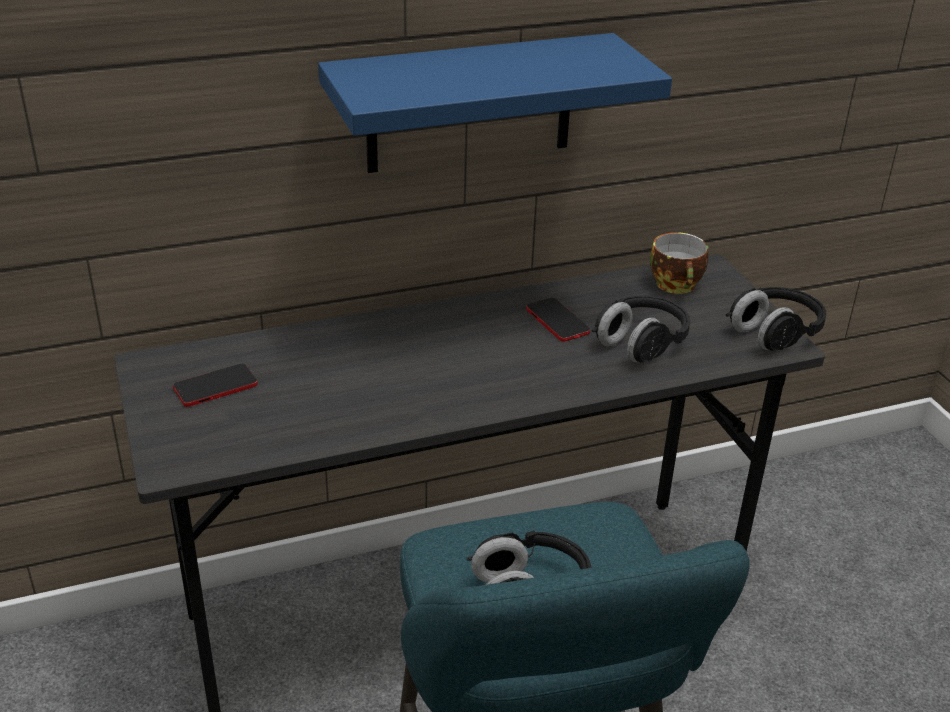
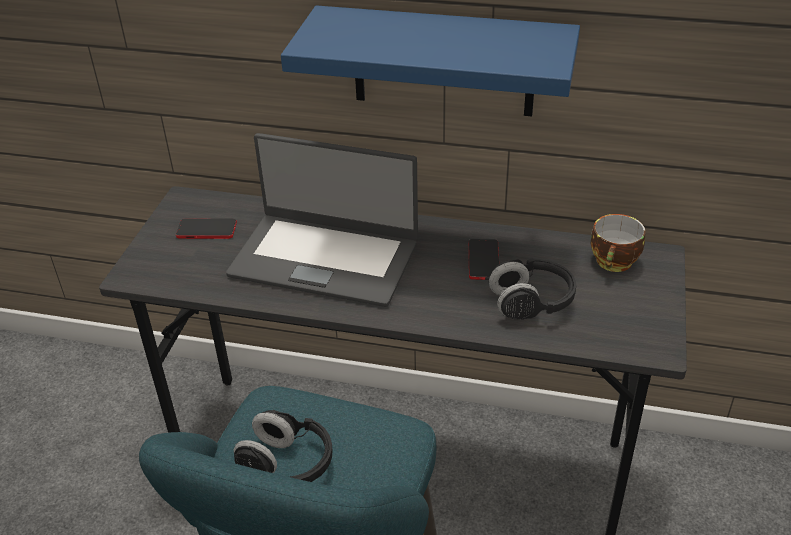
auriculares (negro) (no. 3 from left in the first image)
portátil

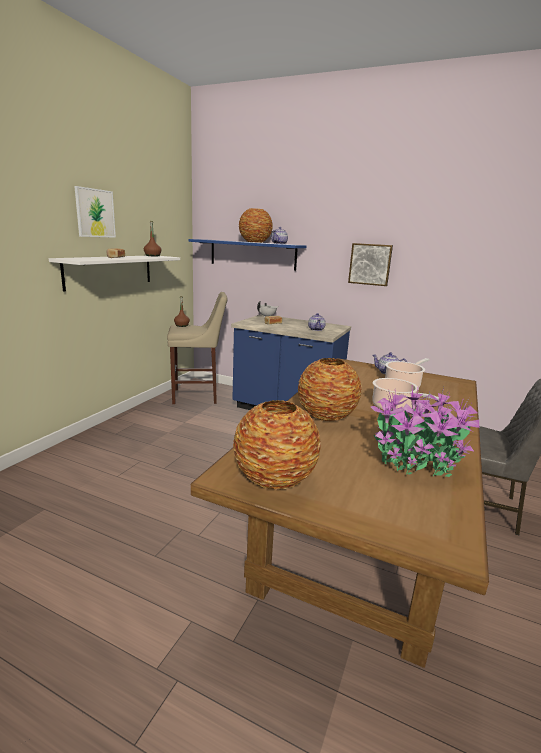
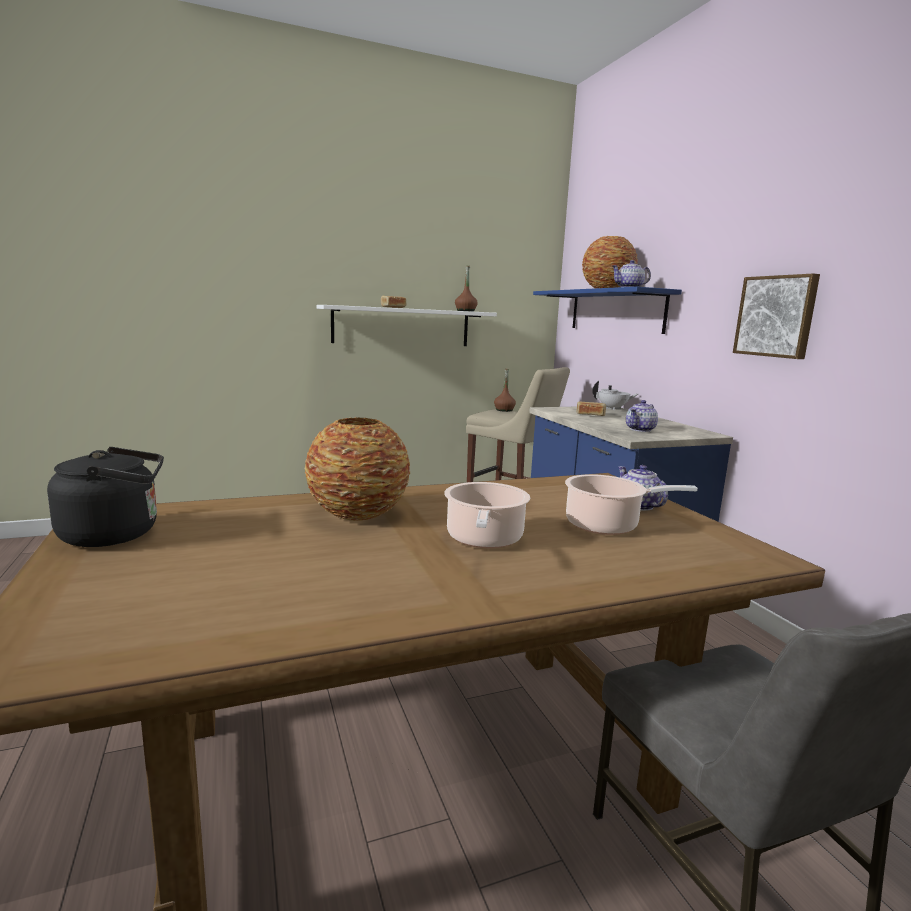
cuadro (no. 1 from left in the first image)
hervidor (negro)
planta en maceta

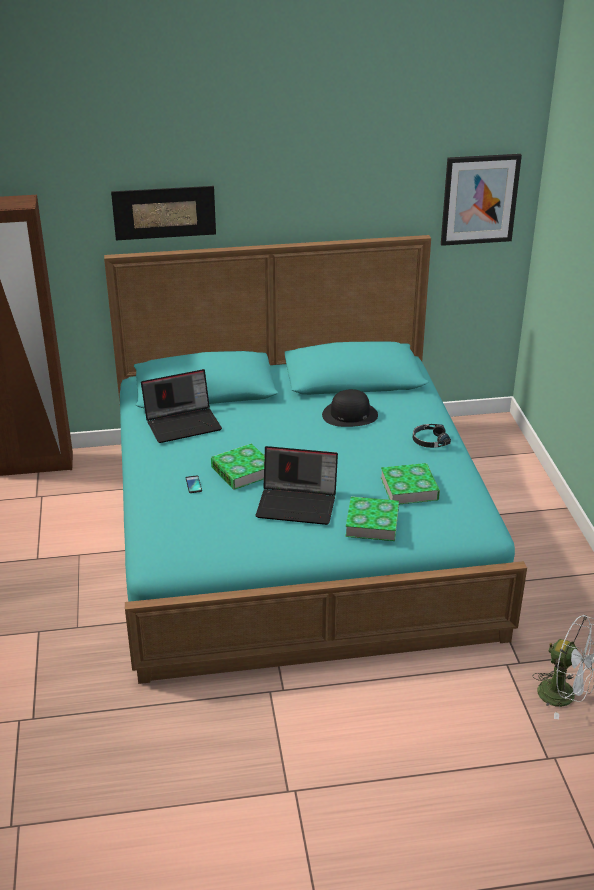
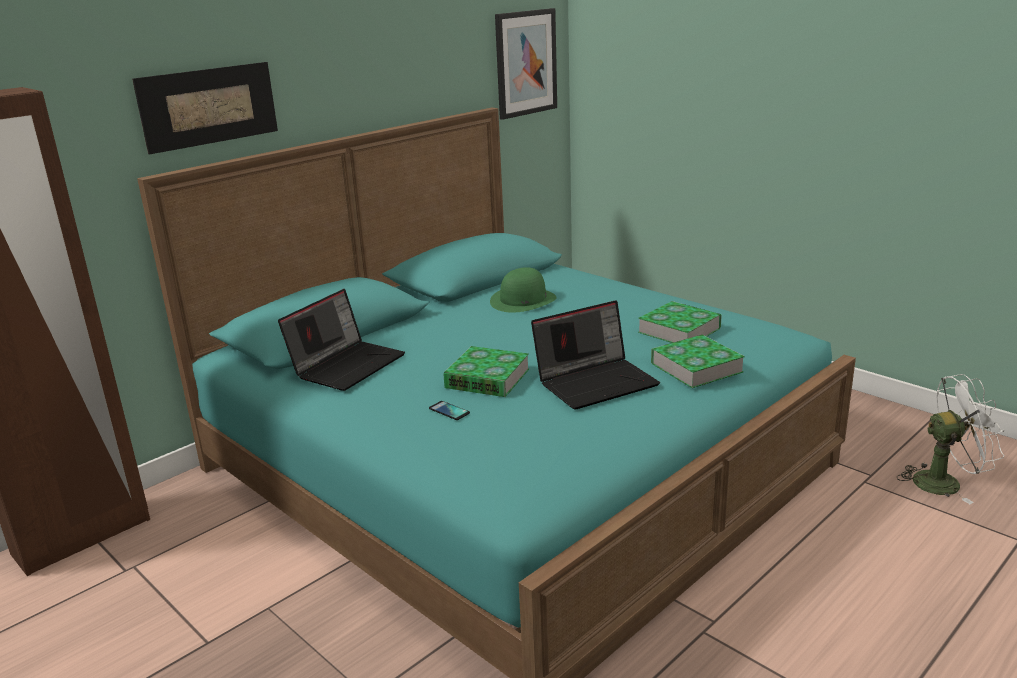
sombrero (verde)
auriculares (negro)

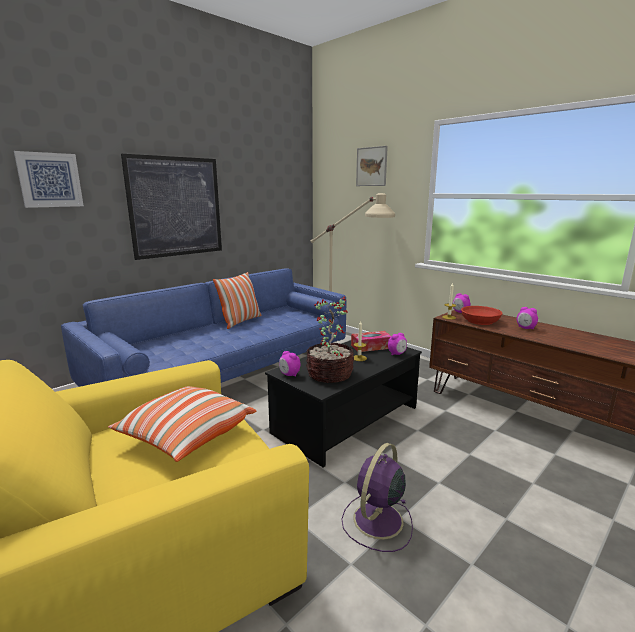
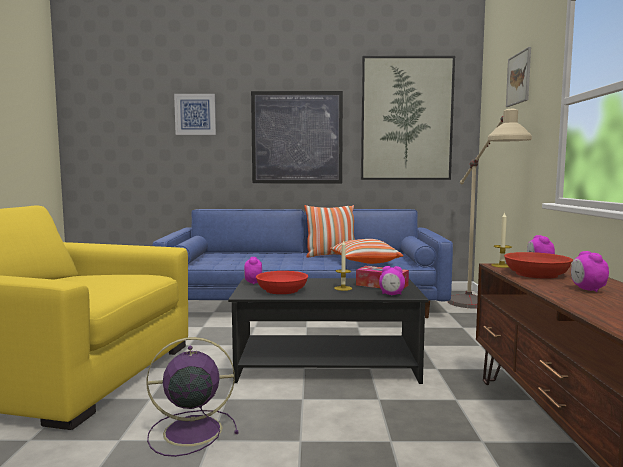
cojín (no. 2 from left)
cuenco (rojo) (no. 1 from left)
cuadro (no. 3 from left)

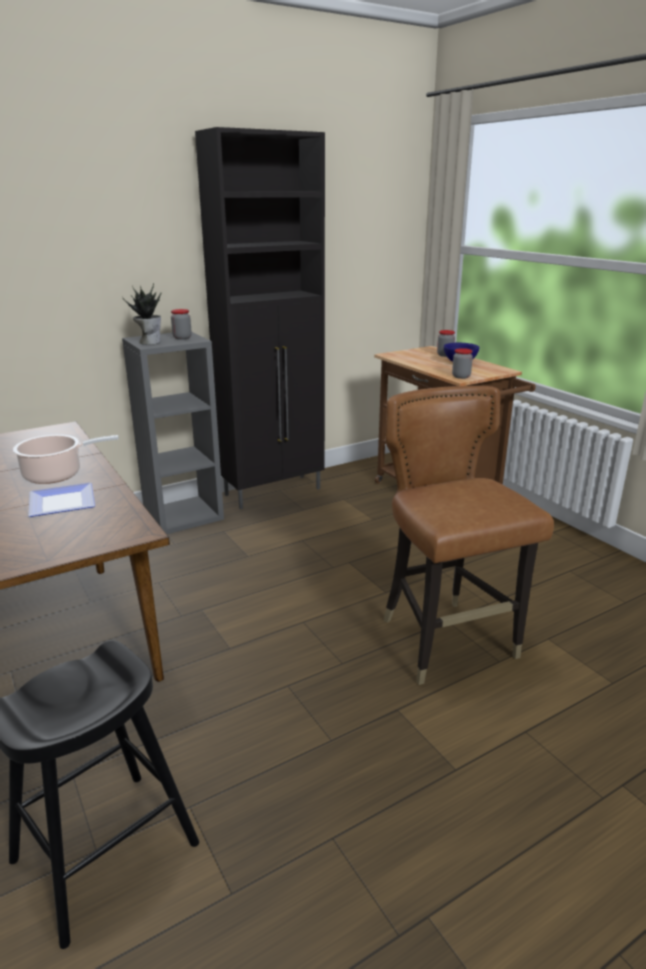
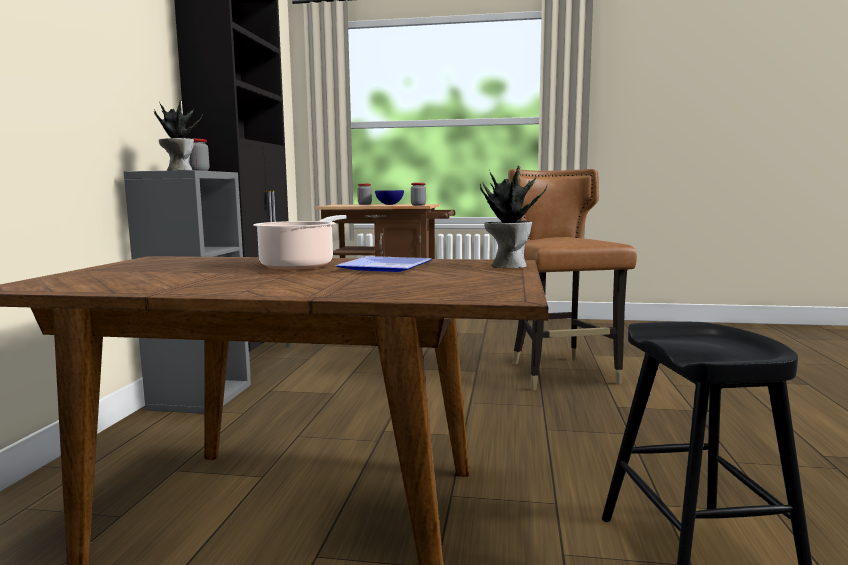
silla (marrón)
planta en maceta (no. 2 from left)

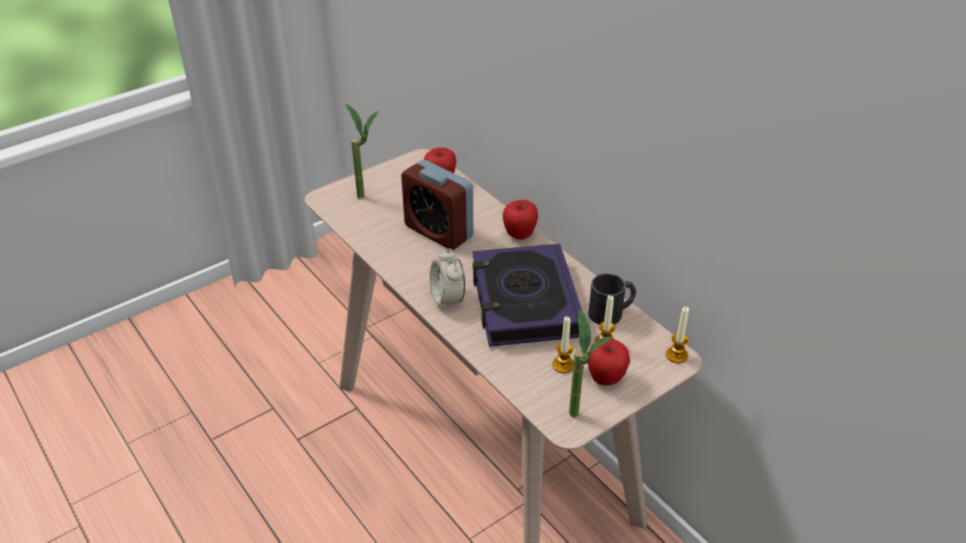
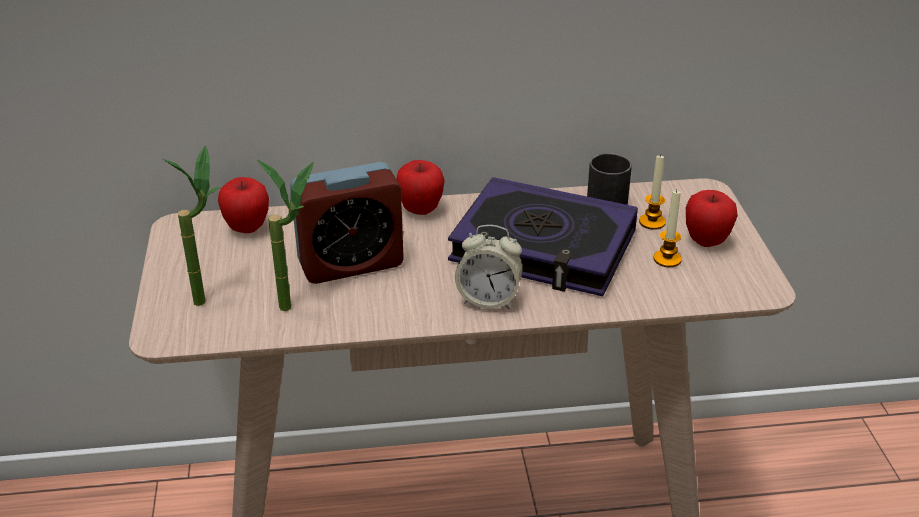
planta en maceta (no. 2 from left)
vela (no. 3 from left in the first image)

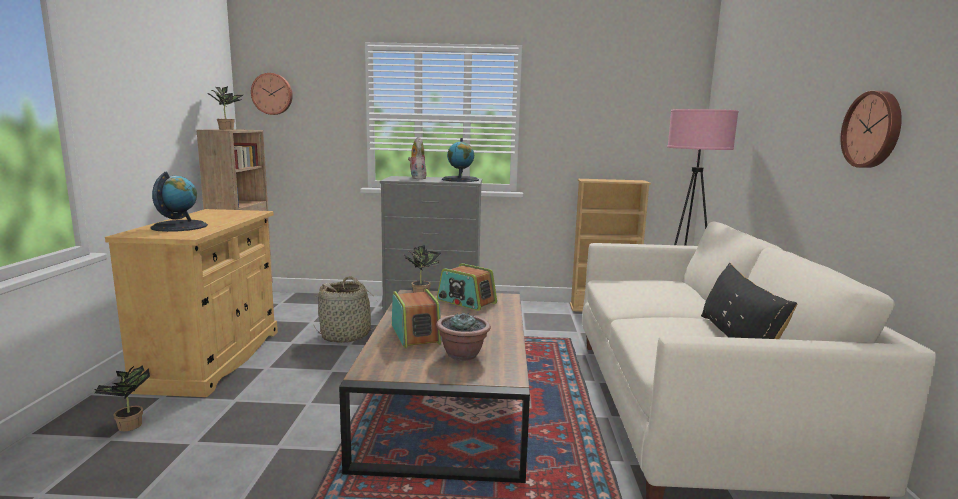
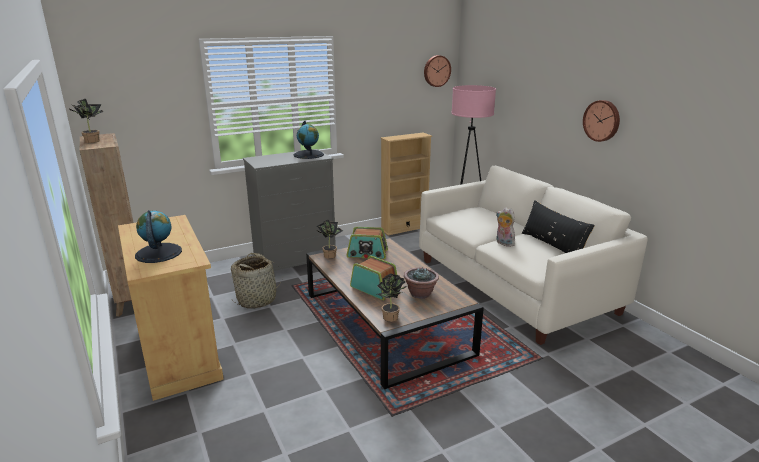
planta en maceta (no. 3 from left)
reloj de pared (no. 1 from left)
peluche

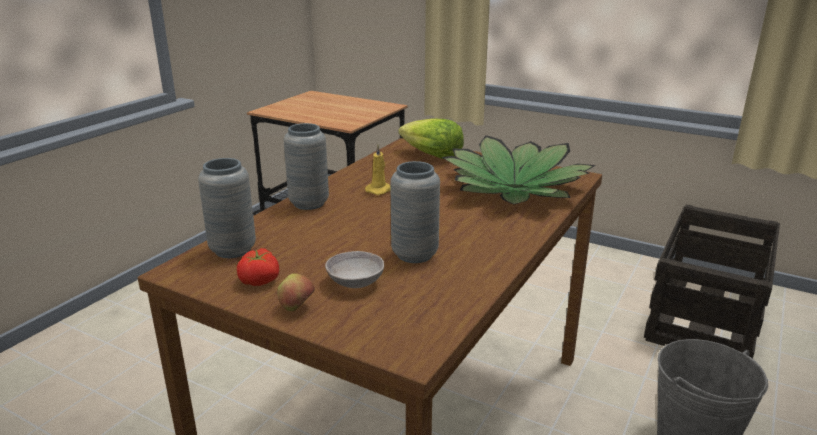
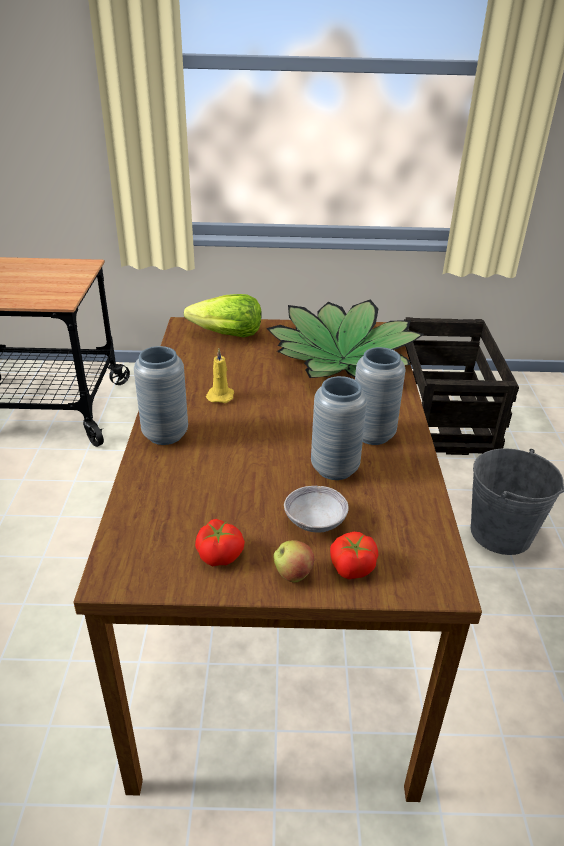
florero (gris) (no. 3 from left)
tomate (no. 2 from left)

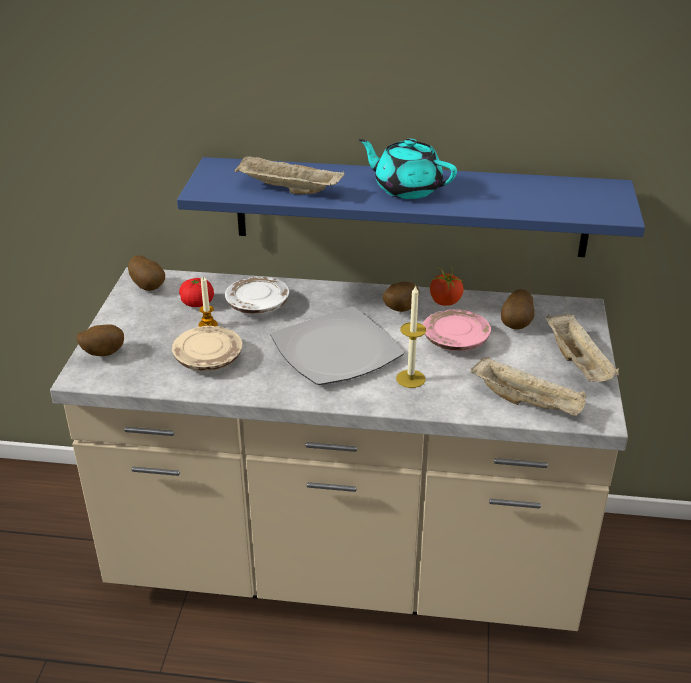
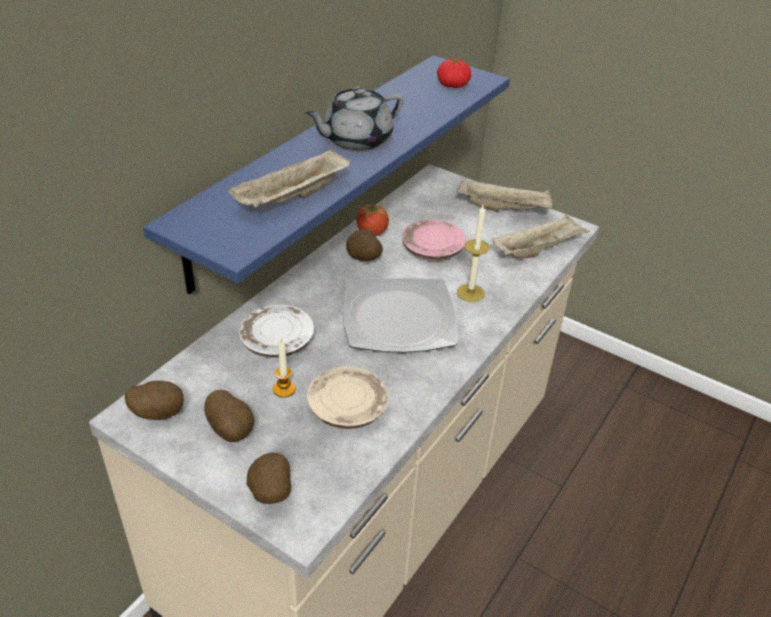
tomate (no. 2 from left)
tetera (gris)
patata (no. 2 from left)

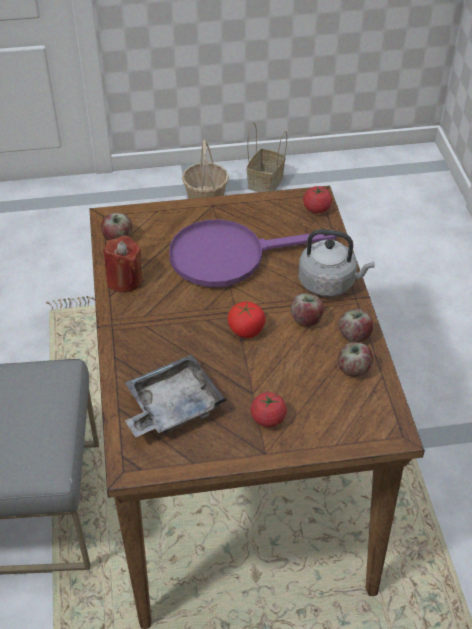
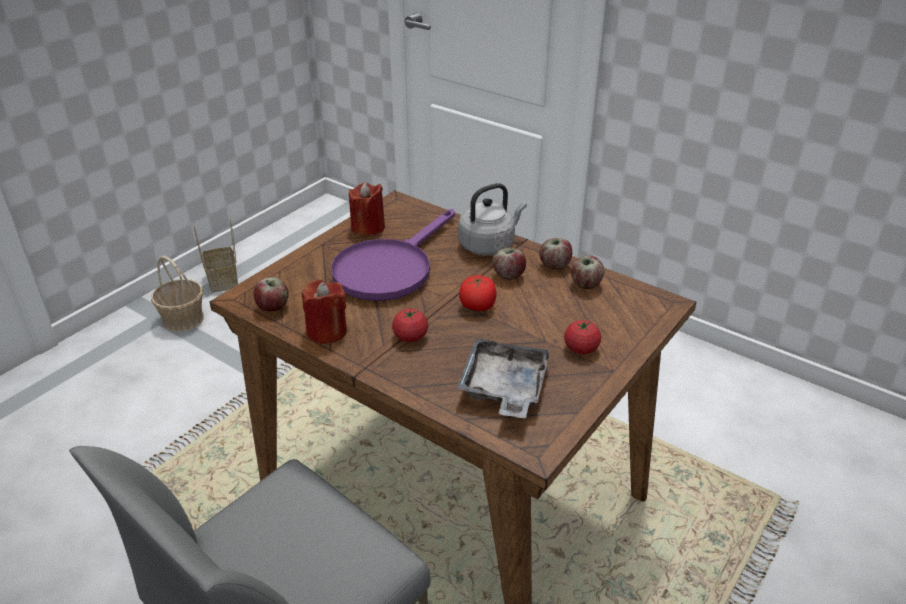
tomate (no. 1 from left)
vela (rojo) (no. 2 from left)

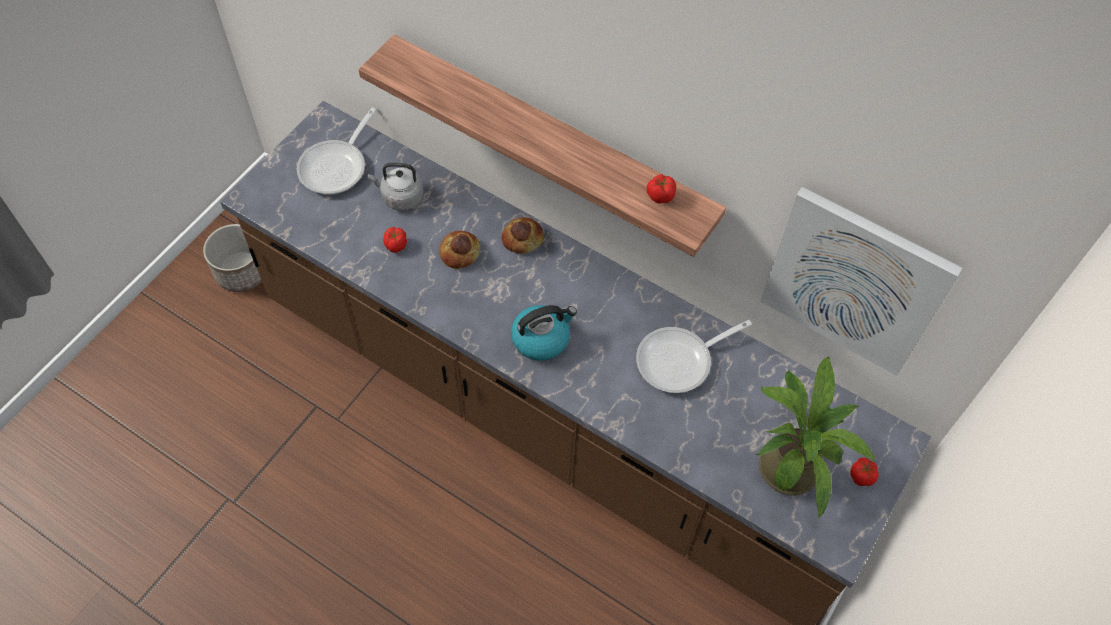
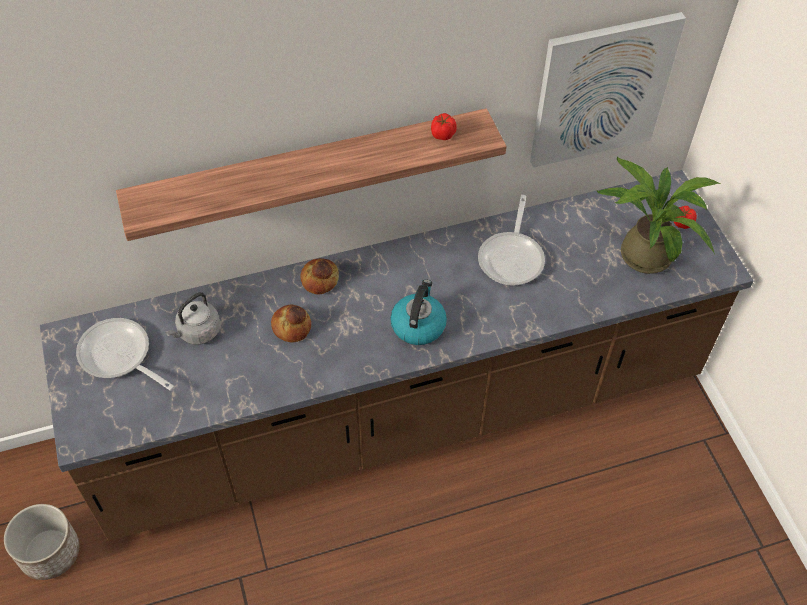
sartén (no. 1 from left)
tomate (no. 1 from left in the first image)

